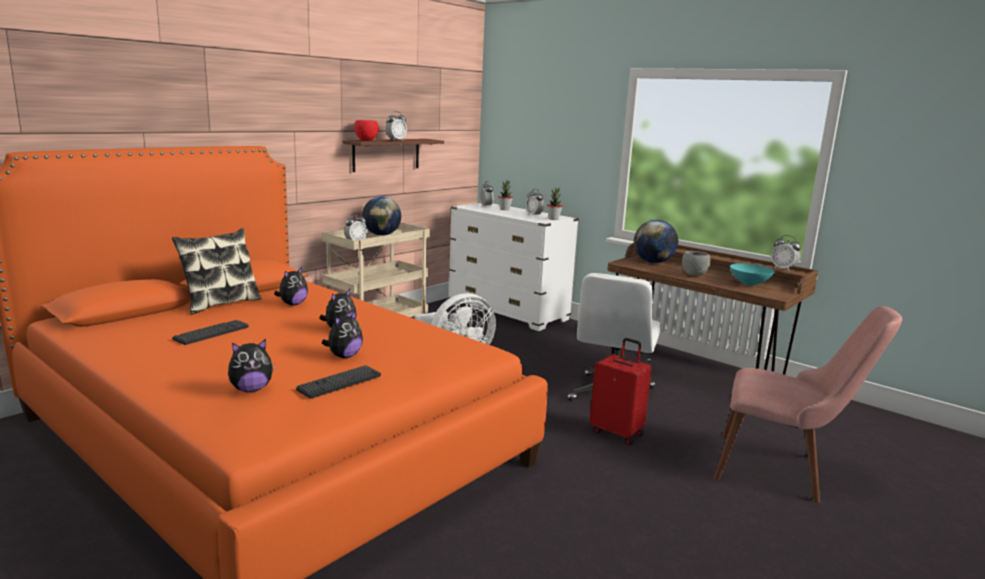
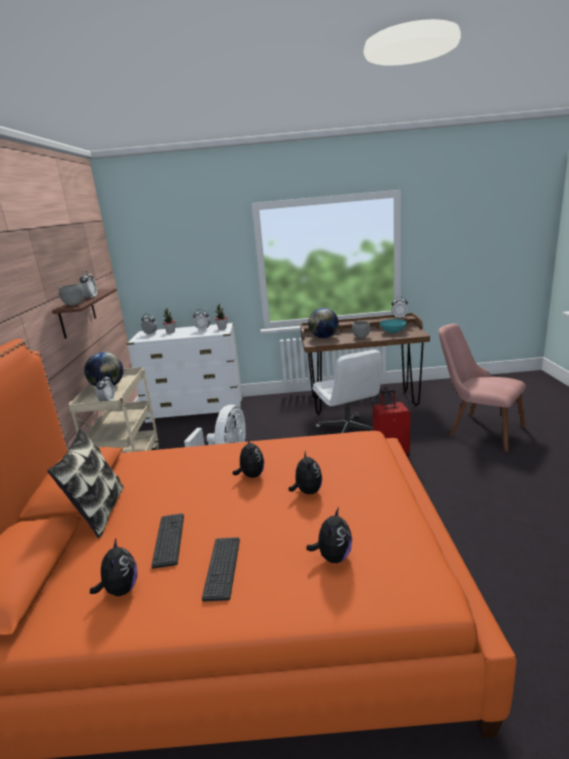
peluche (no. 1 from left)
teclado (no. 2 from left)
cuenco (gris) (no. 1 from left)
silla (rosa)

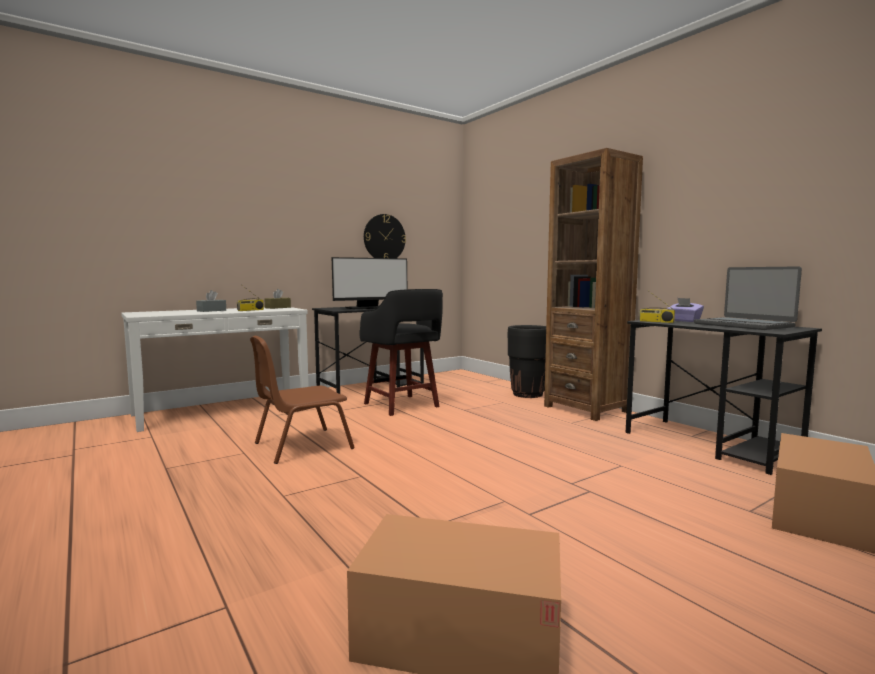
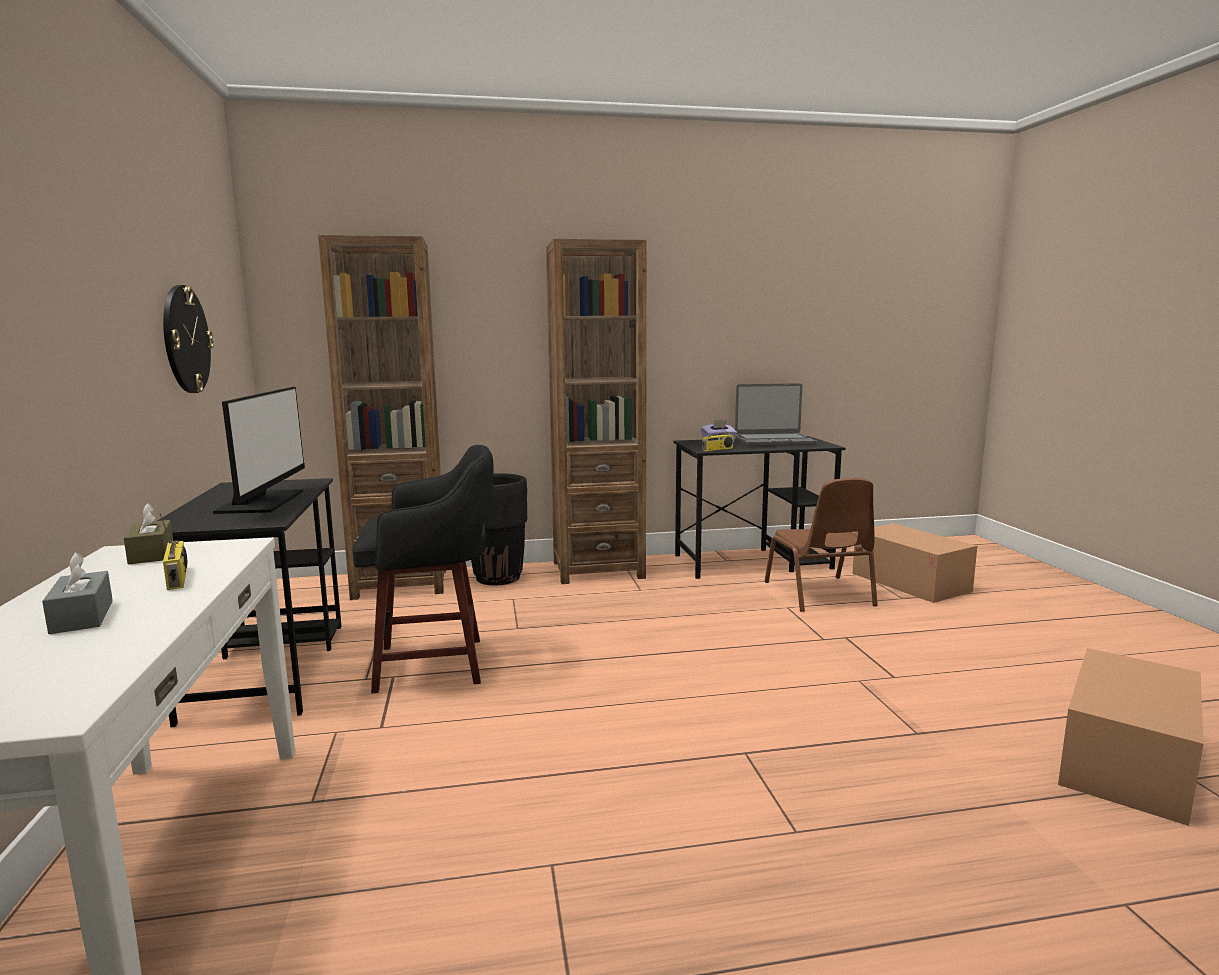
silla (marrón)
estantería (marrón) (no. 1 from left)

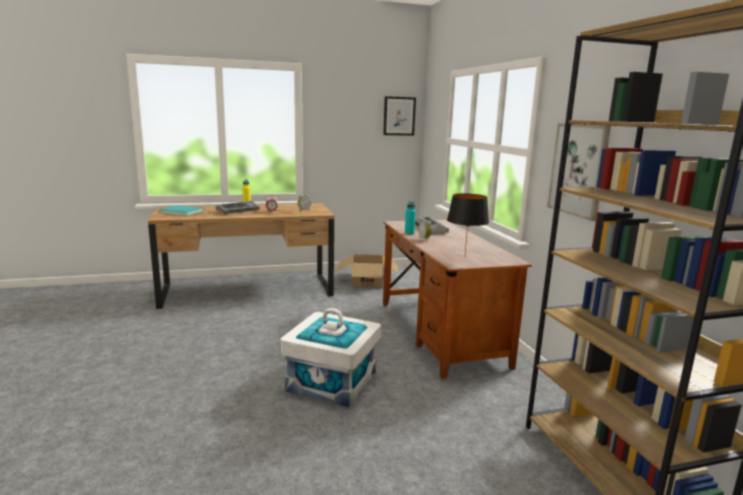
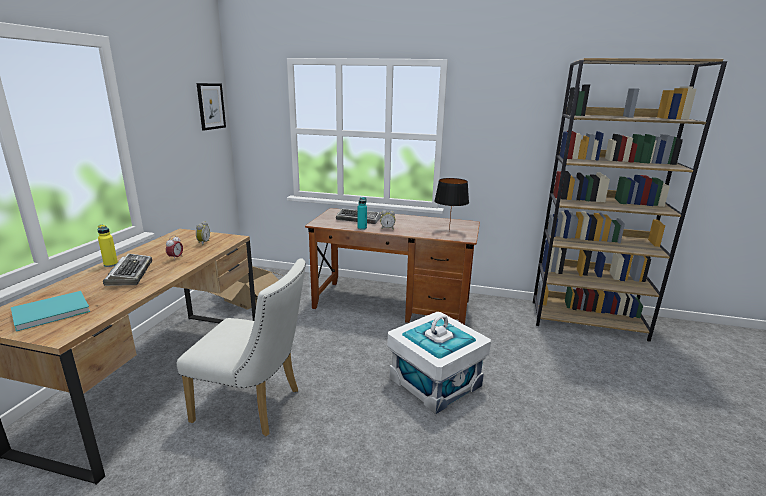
cuadro (no. 2 from left in the first image)
silla (blanco)

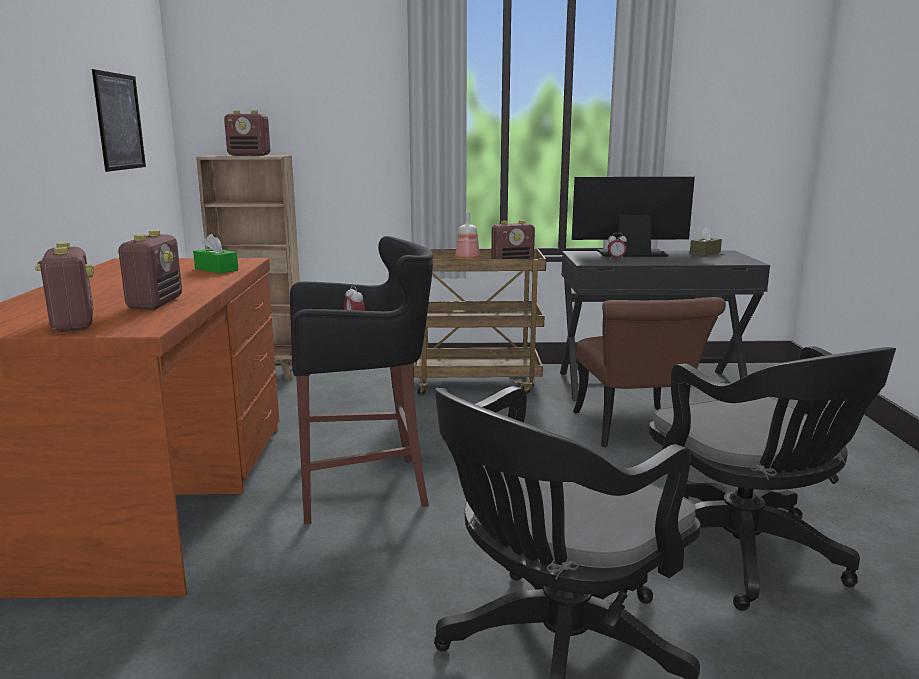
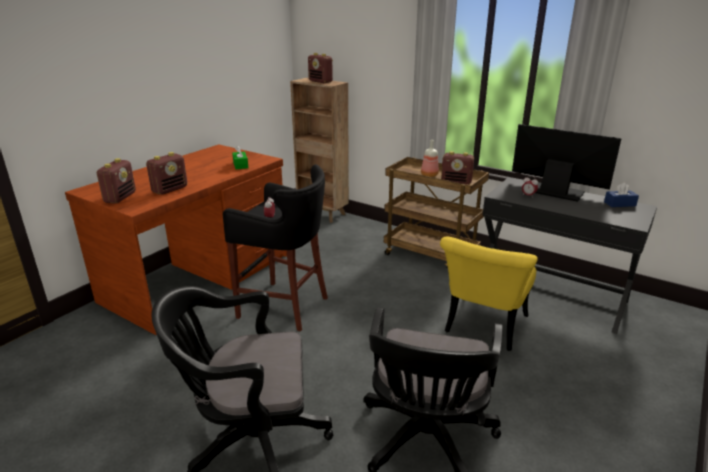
cuadro
silla (amarillo)
caja de pañuelos (azul)

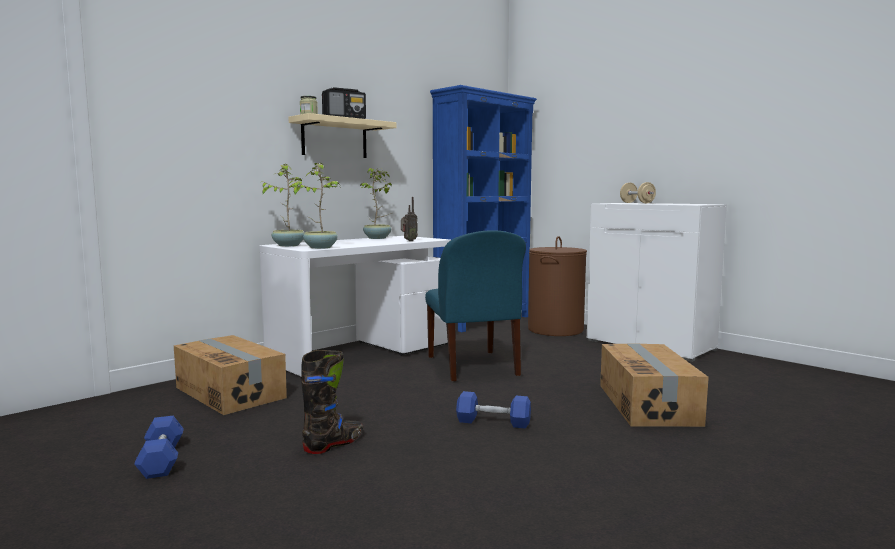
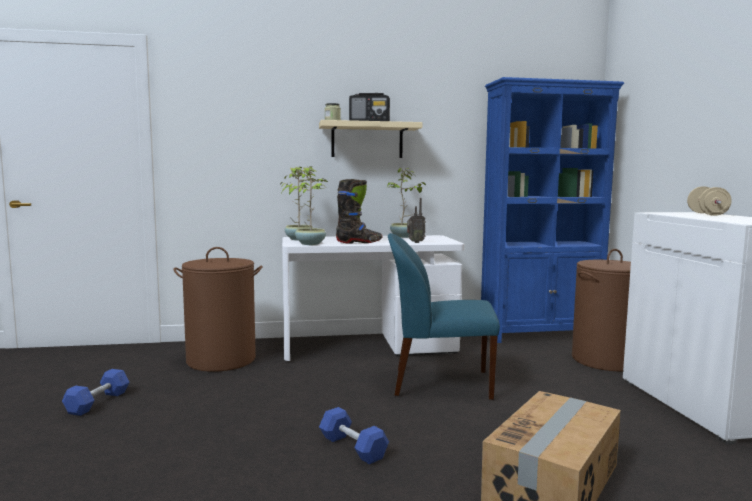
cesto de la ropa (marrón) (no. 1 from left)
bota (negro)
silla (azul)

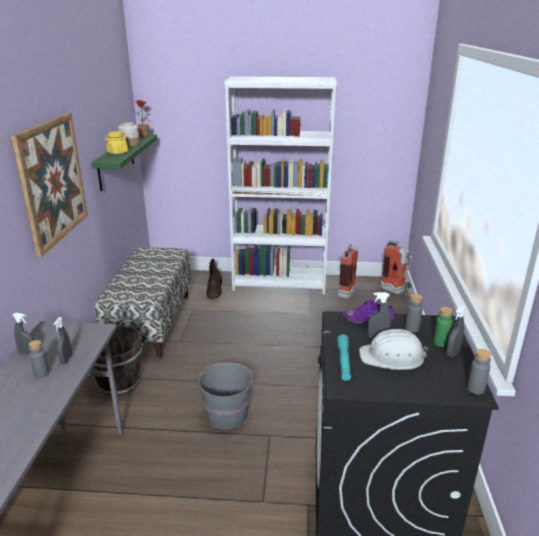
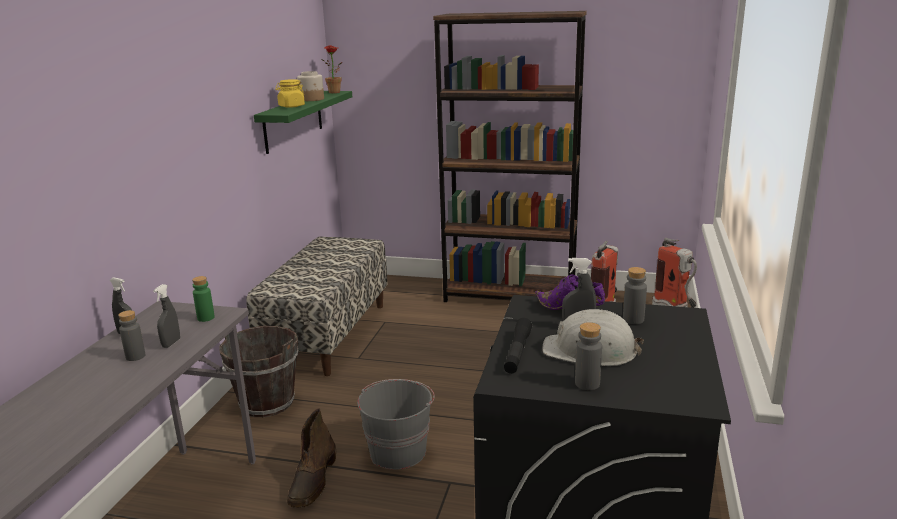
cuadro
bota (marrón)
estantería (marrón)
linterna (negro)
botella (verde)
pulverizador (gris) (no. 4 from left in the first image)
botella (gris) (no. 2 from left)

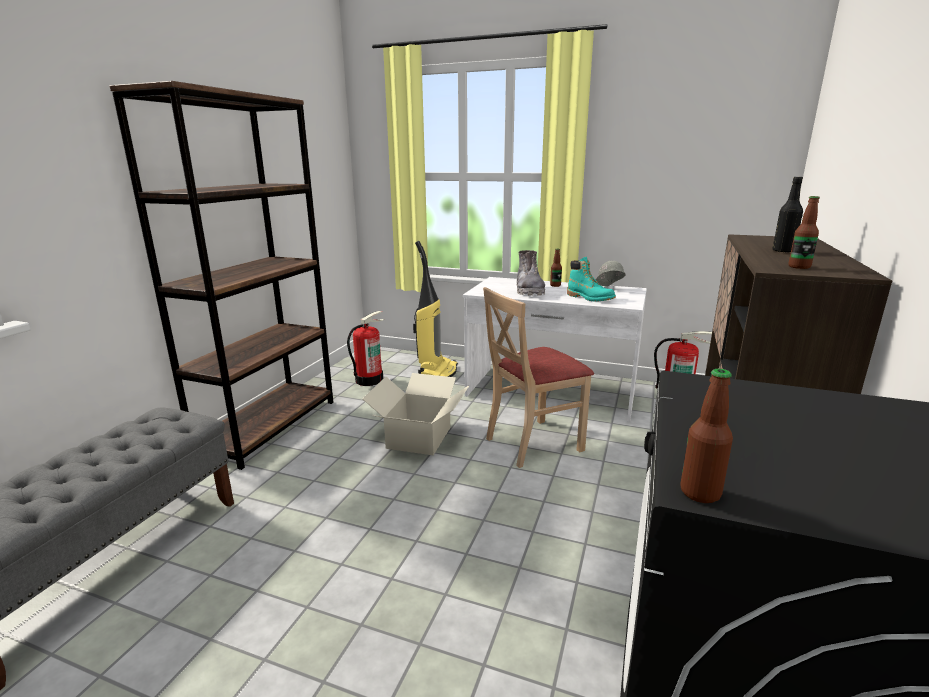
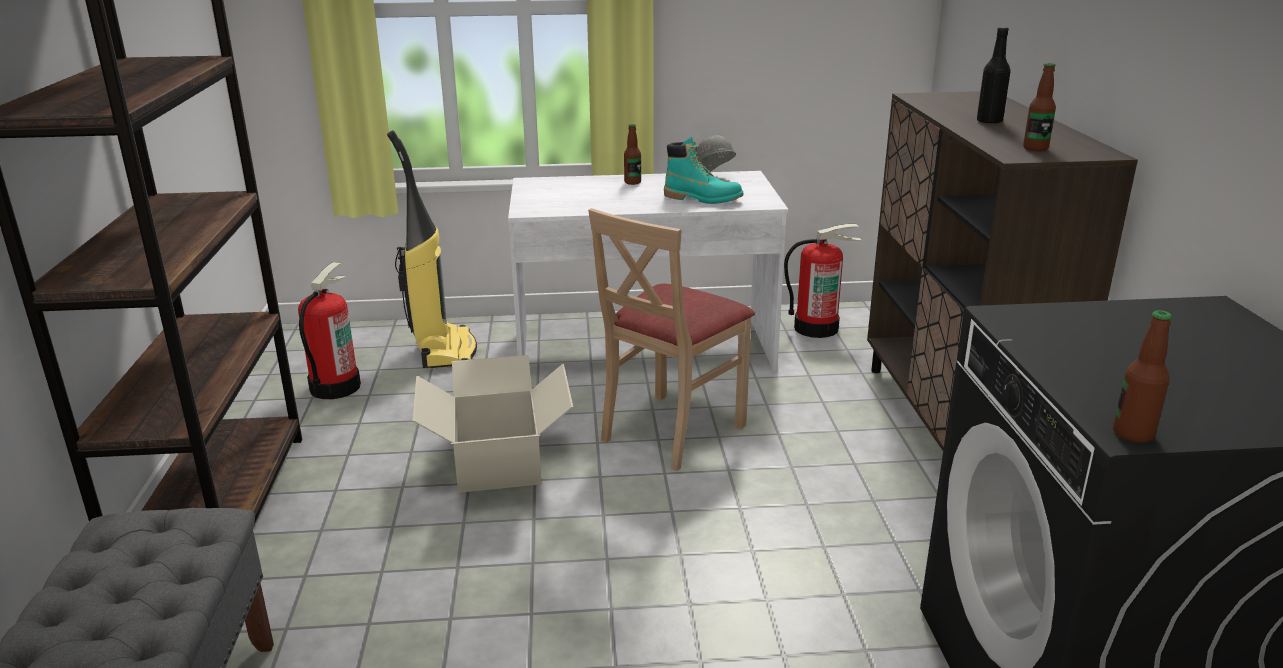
bota (gris)

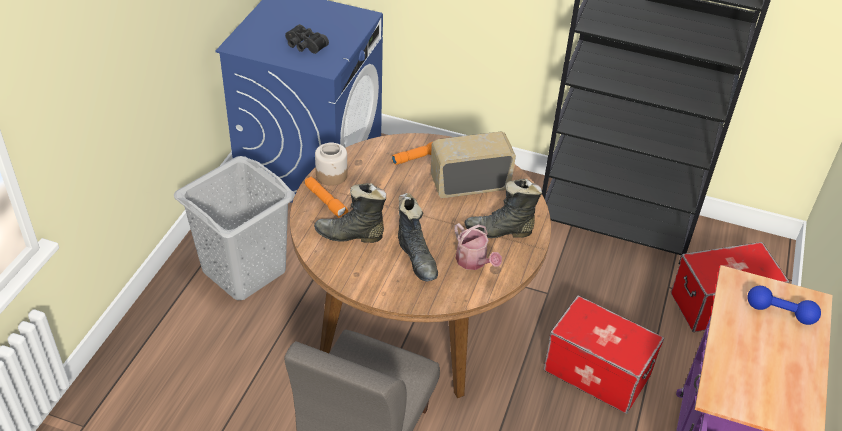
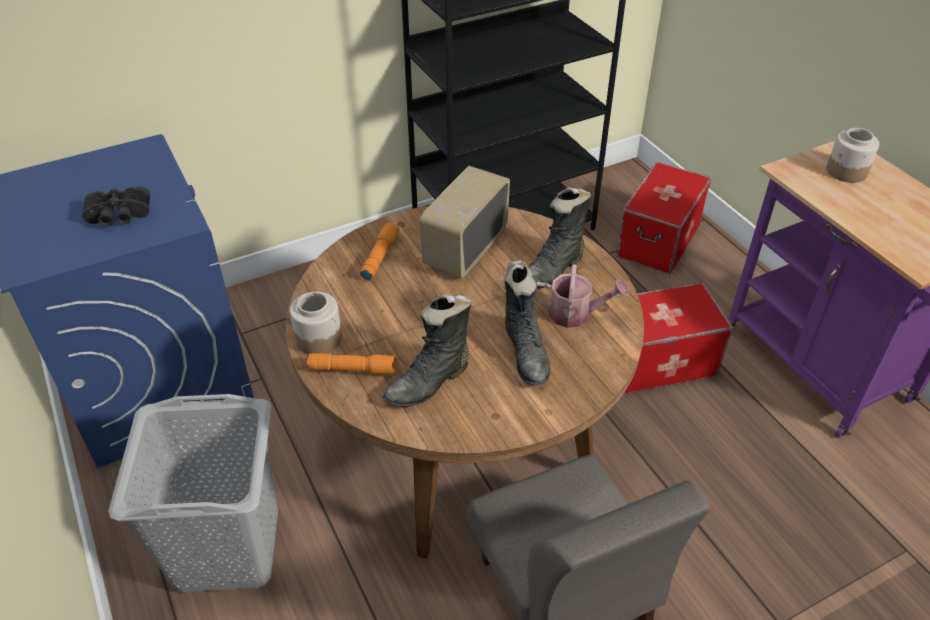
bota (negro) (no. 2 from left)
tarro (no. 2 from left)

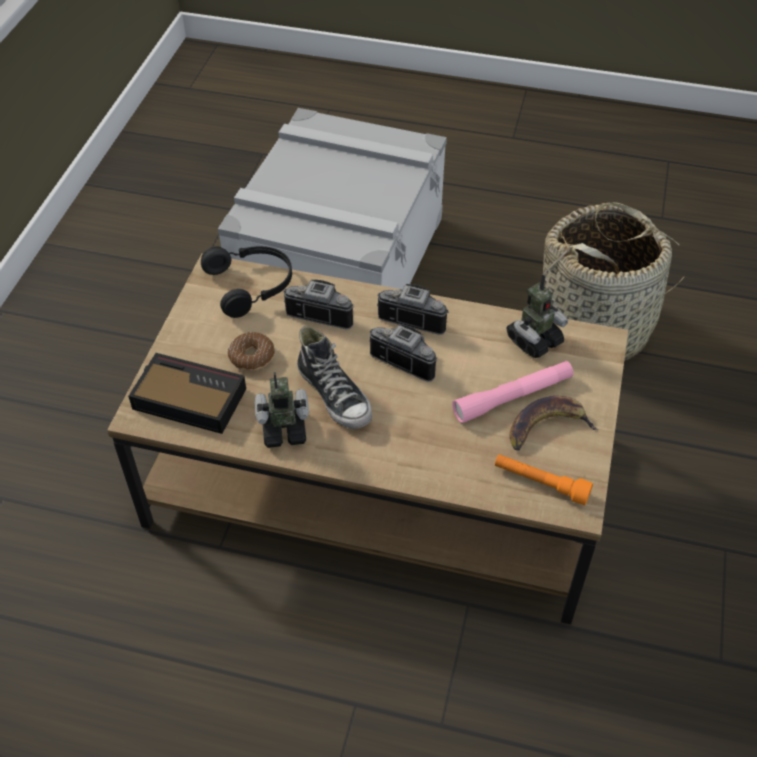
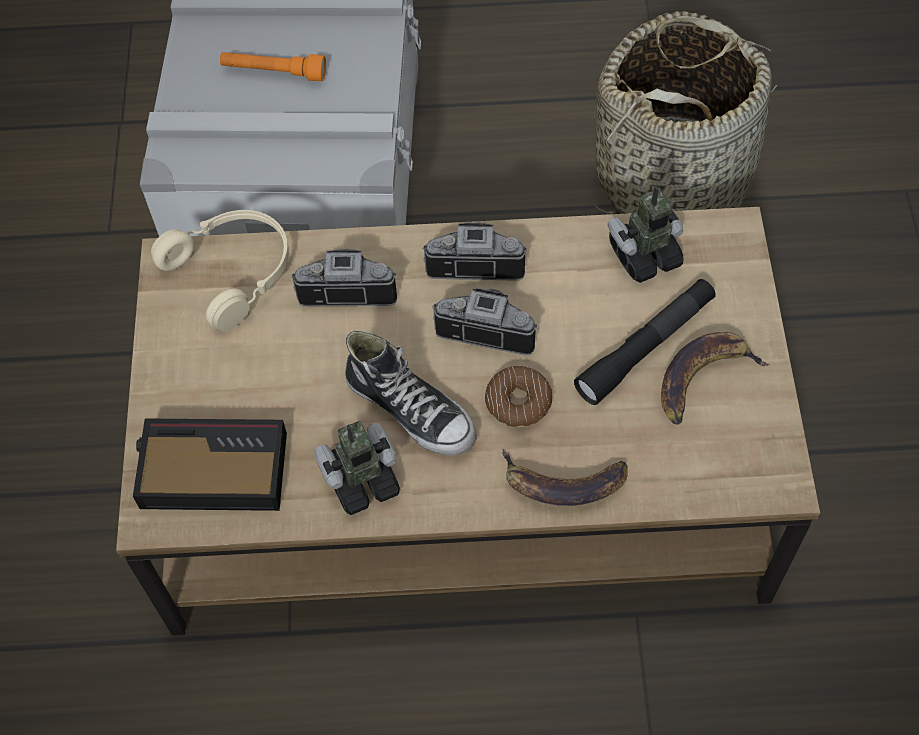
auriculares (beis)
rosquilla
linterna (negro)
linterna (naranja)
robot de juguete (no. 2 from left)
plátano (no. 1 from left)

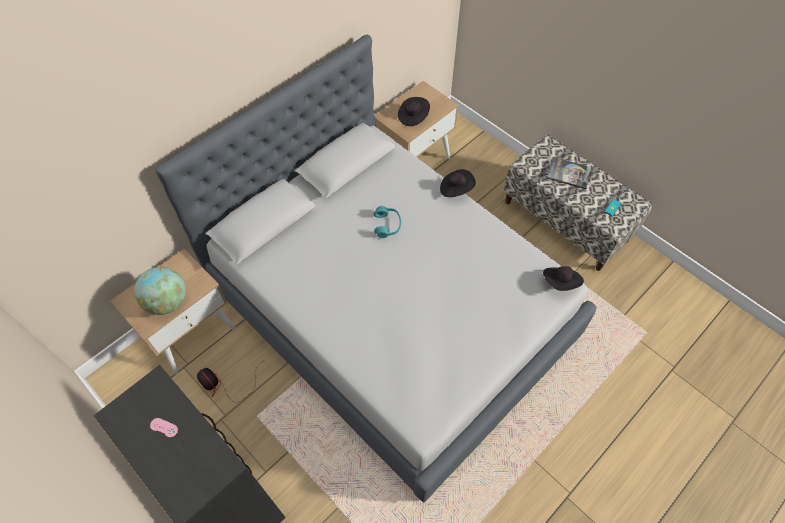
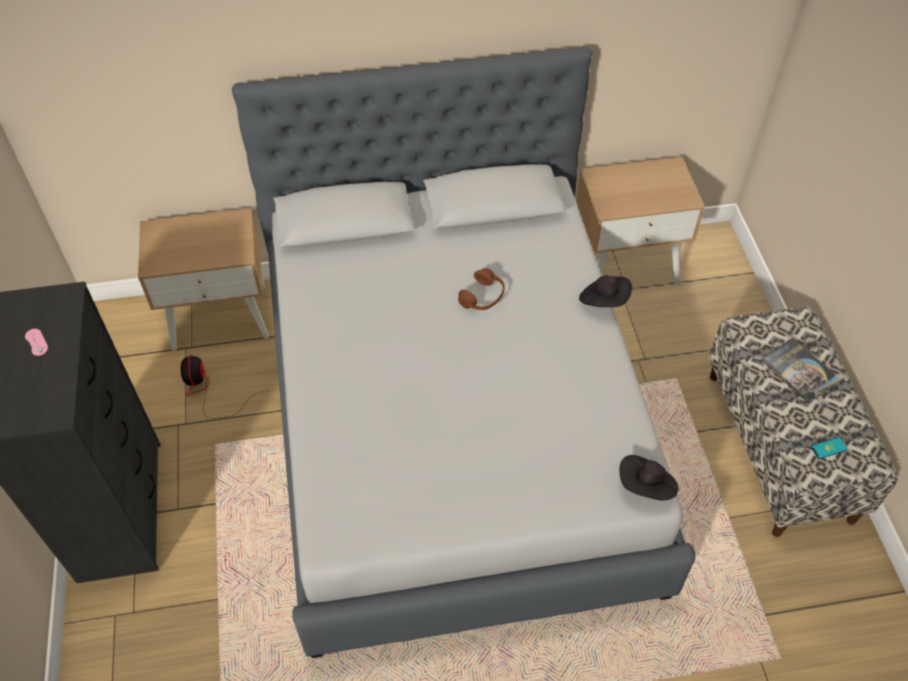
globo terráqueo
auriculares (marrón)
sombrero (negro) (no. 1 from left in the first image)

